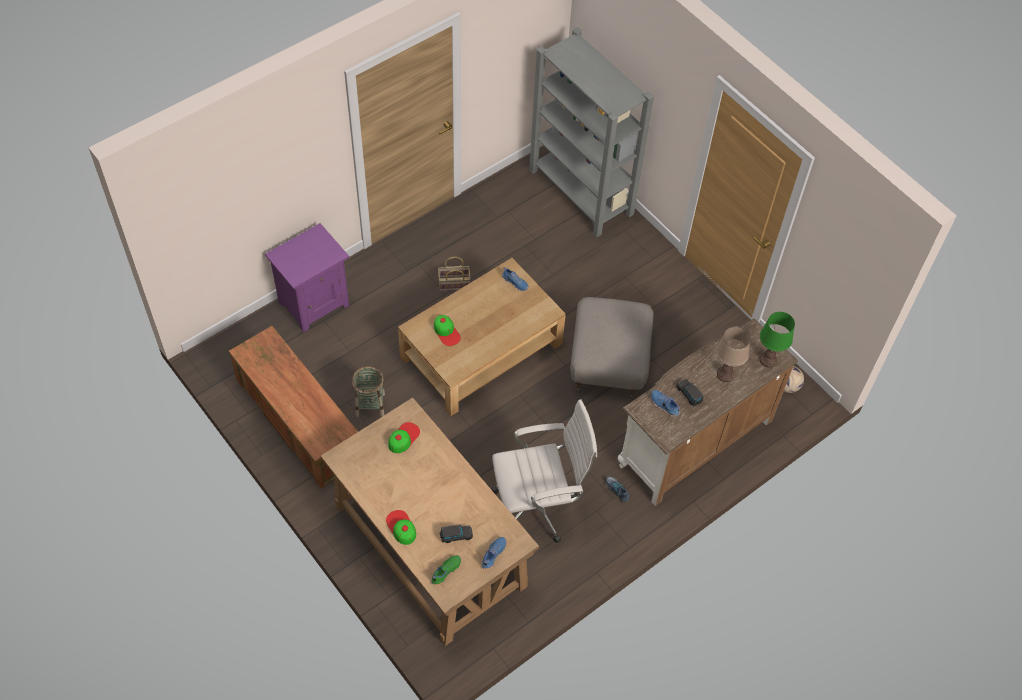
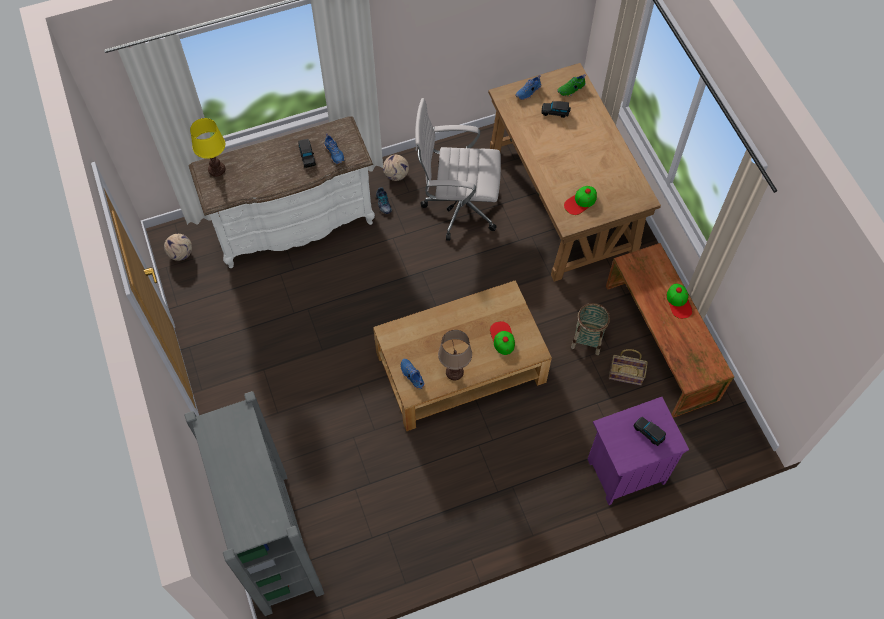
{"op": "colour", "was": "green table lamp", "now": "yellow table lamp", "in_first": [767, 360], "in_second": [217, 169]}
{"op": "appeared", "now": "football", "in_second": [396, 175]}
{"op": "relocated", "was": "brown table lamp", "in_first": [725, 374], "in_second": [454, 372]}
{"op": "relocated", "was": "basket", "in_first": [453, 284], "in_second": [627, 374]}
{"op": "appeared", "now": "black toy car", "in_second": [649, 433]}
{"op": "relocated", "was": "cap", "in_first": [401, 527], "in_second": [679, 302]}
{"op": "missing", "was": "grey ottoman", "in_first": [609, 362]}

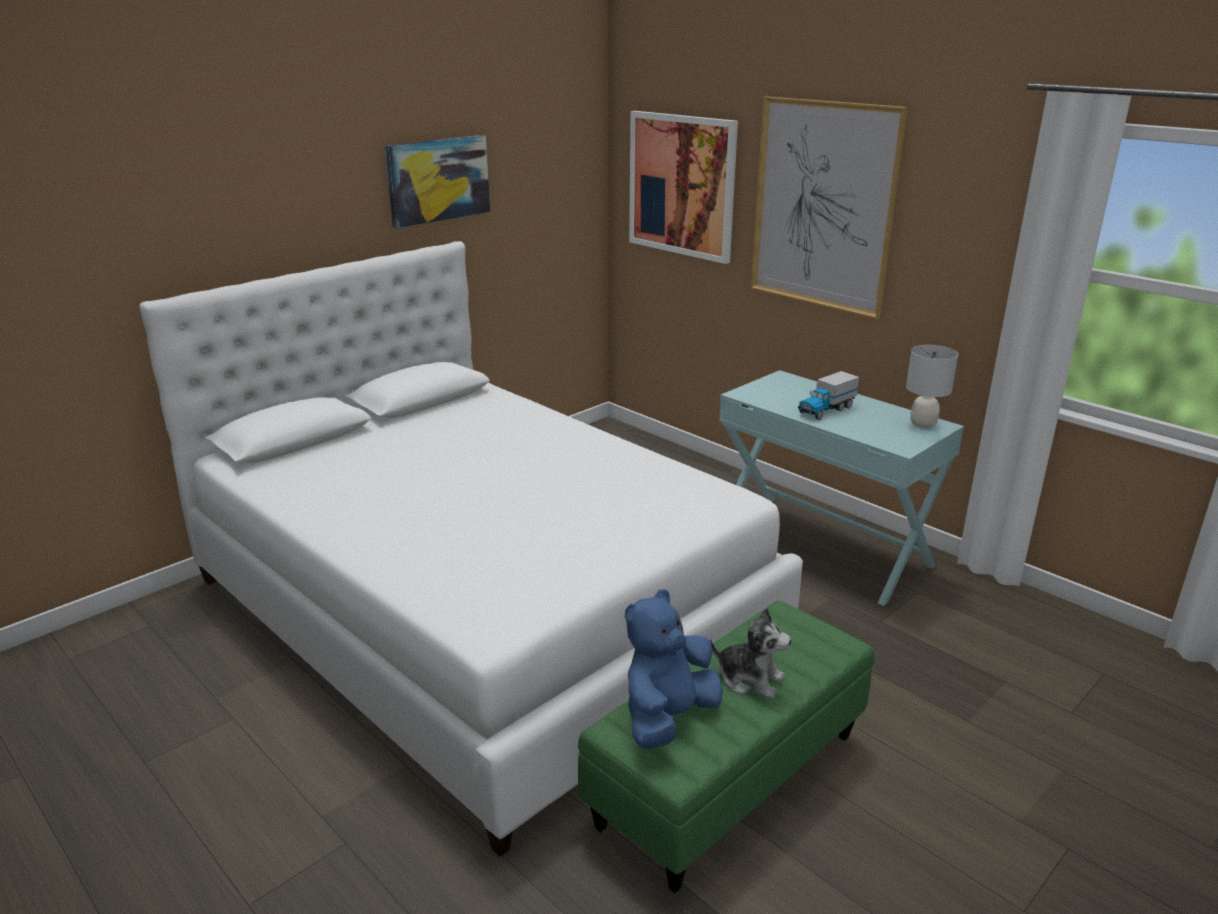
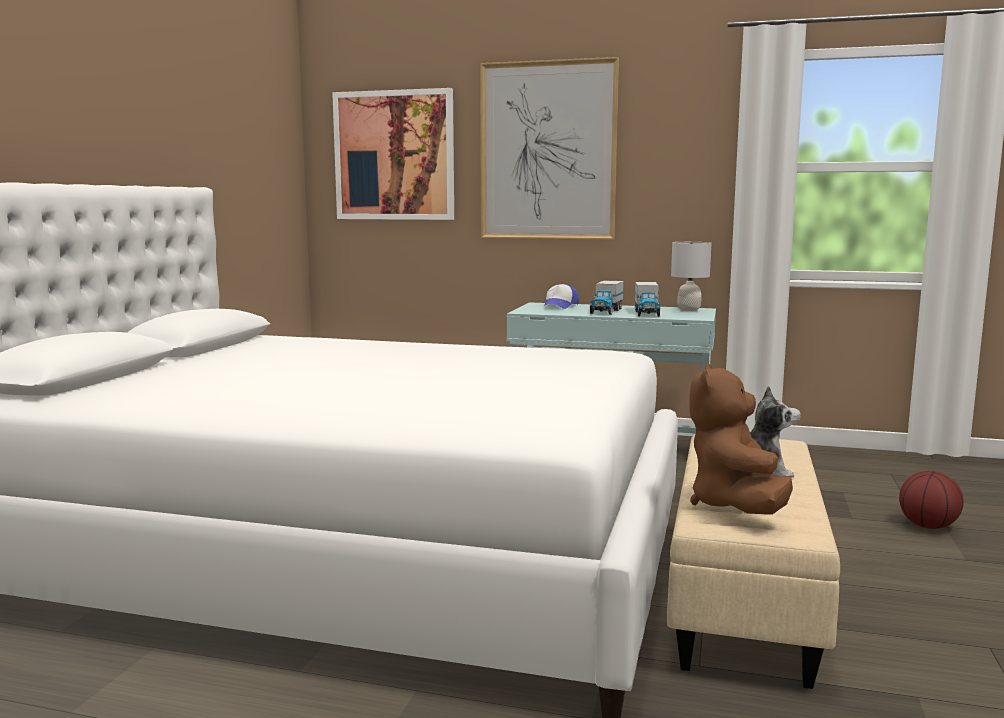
{"op": "appeared", "now": "cap", "in_second": [560, 306]}
{"op": "appeared", "now": "toy truck", "in_second": [646, 313]}
{"op": "colour", "was": "green ottoman", "now": "beige ottoman", "in_first": [727, 779], "in_second": [741, 600]}
{"op": "colour", "was": "blue plush toy", "now": "brown plush toy", "in_first": [668, 718], "in_second": [735, 506]}
{"op": "appeared", "now": "basketball", "in_second": [927, 526]}
{"op": "missing", "was": "picture", "in_first": [438, 180]}

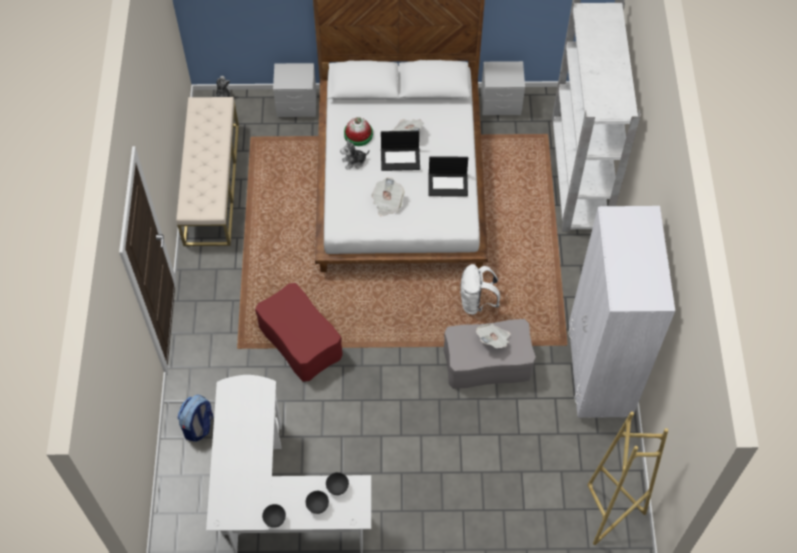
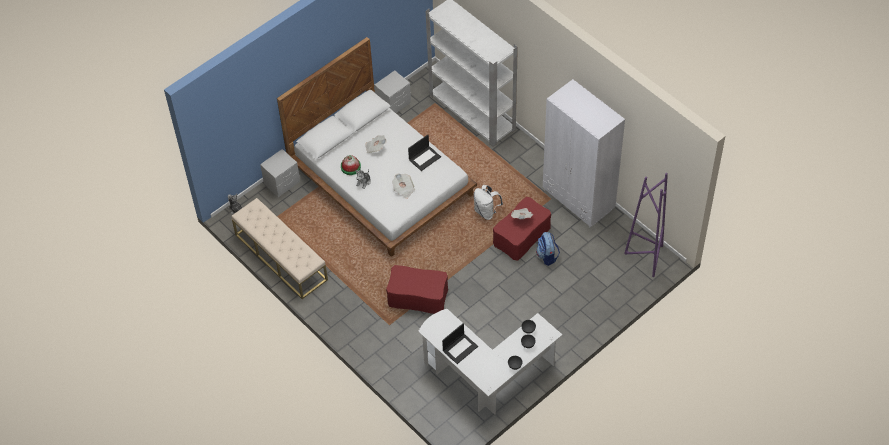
{"op": "relocated", "was": "laptop", "in_first": [400, 158], "in_second": [460, 348]}
{"op": "colour", "was": "grey ottoman", "now": "red ottoman", "in_first": [487, 363], "in_second": [521, 236]}
{"op": "relocated", "was": "backpack", "in_first": [199, 426], "in_second": [547, 256]}
{"op": "colour", "was": "yellow clothes rack", "now": "purple clothes rack", "in_first": [609, 514], "in_second": [647, 259]}

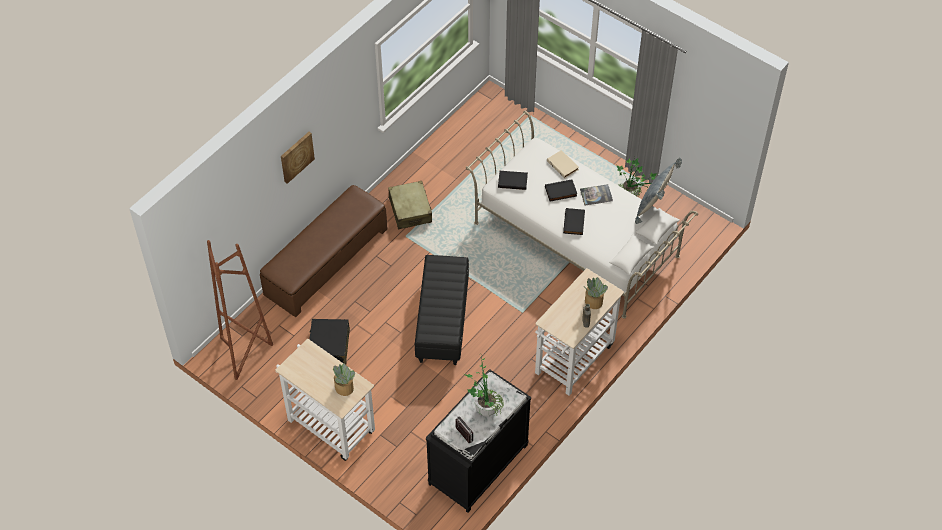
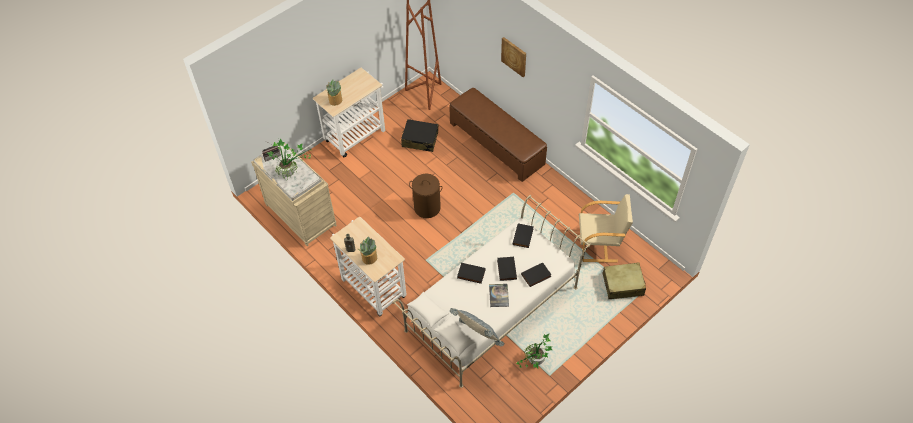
{"op": "colour", "was": "black dresser", "now": "beige dresser", "in_first": [478, 465], "in_second": [300, 214]}
{"op": "exchanged", "was": "black ottoman", "now": "brown laundry basket", "in_first": [443, 322], "in_second": [427, 207]}
{"op": "colour", "was": "beige book", "now": "black book", "in_first": [563, 165], "in_second": [536, 276]}
{"op": "appeared", "now": "beige armchair", "in_second": [599, 245]}
{"op": "relocated", "was": "beige suitcase", "in_first": [410, 210], "in_second": [623, 285]}

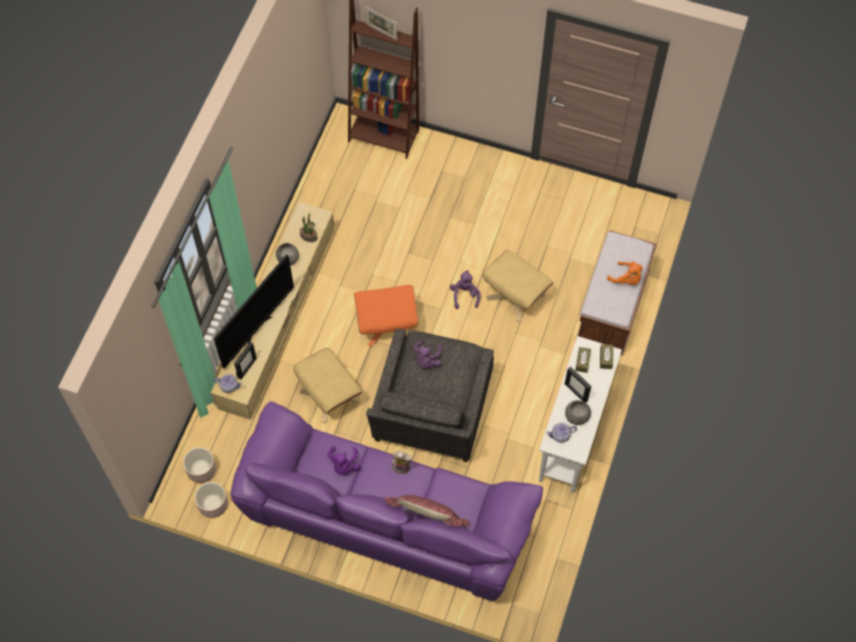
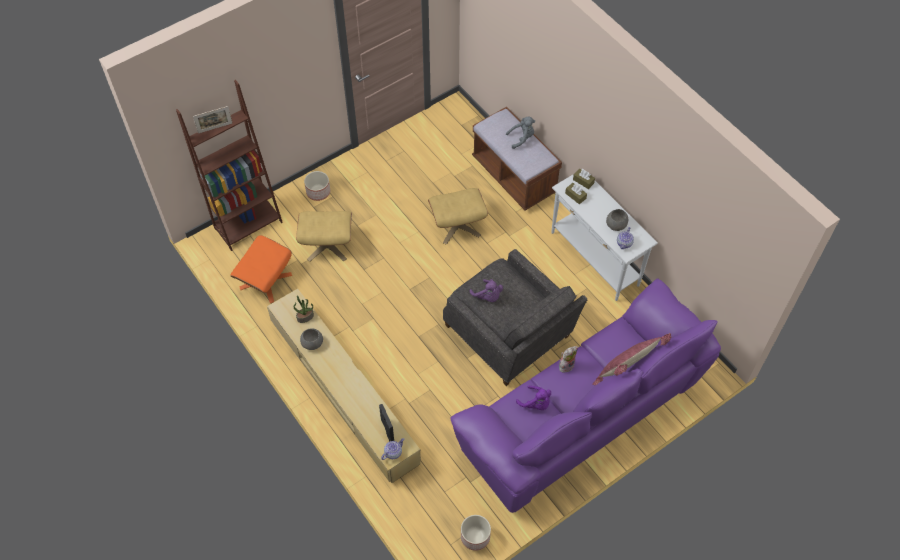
{"op": "relocated", "was": "orange ottoman", "in_first": [387, 324], "in_second": [265, 281]}
{"op": "relocated", "was": "beige ottoman", "in_first": [329, 395], "in_second": [327, 245]}
{"op": "relocated", "was": "planter", "in_first": [201, 469], "in_second": [318, 191]}
{"op": "colour", "was": "orange plush toy", "now": "grey plush toy", "in_first": [626, 279], "in_second": [521, 138]}
{"op": "missing", "was": "television", "in_first": [257, 328]}
{"op": "missing", "was": "purple plush toy", "in_first": [464, 295]}
{"op": "missing", "was": "picture frame", "in_first": [576, 392]}

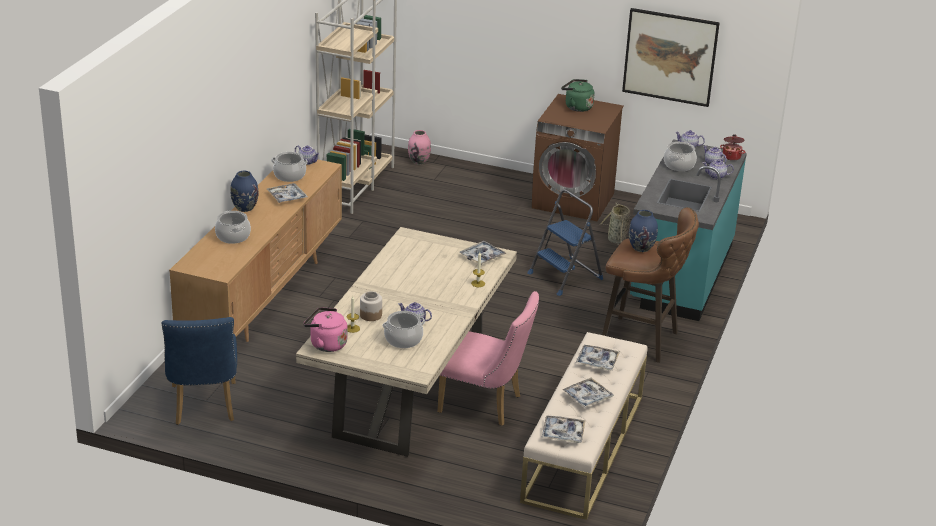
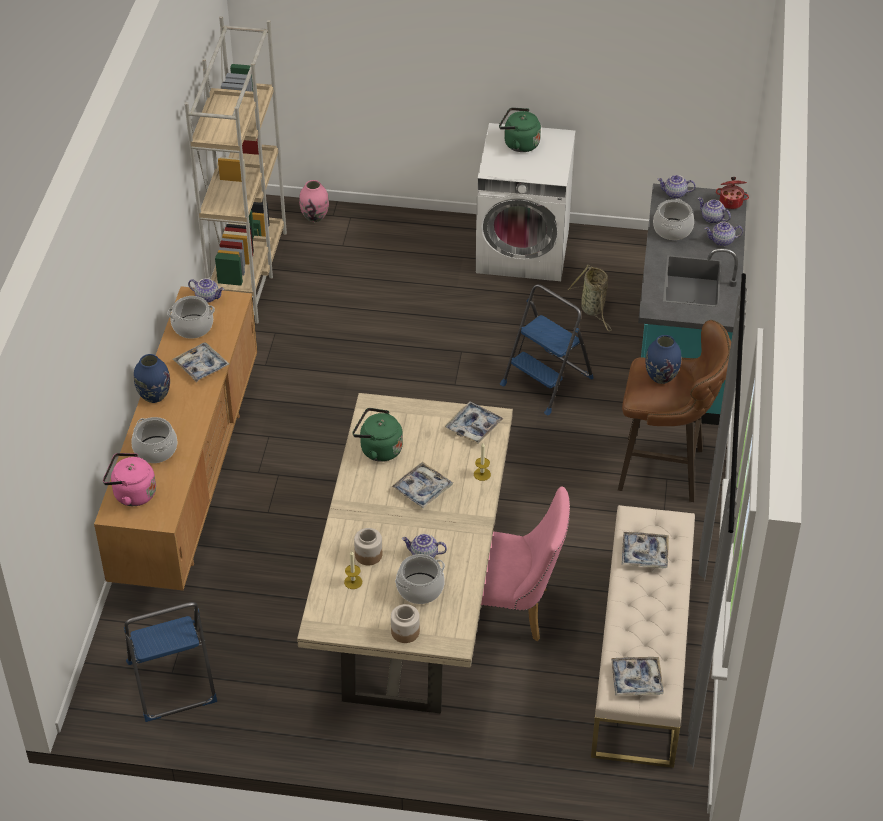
{"op": "relocated", "was": "pink kettle", "in_first": [326, 344], "in_second": [132, 494]}
{"op": "exchanged", "was": "blue chair", "now": "blue step ladder", "in_first": [203, 407], "in_second": [172, 684]}
{"op": "appeared", "now": "green kettle", "in_second": [378, 449]}
{"op": "appeared", "now": "jar", "in_second": [405, 632]}
{"op": "relocated", "was": "tray", "in_first": [587, 397], "in_second": [422, 489]}
{"op": "colour", "was": "brown washing machine", "now": "white washing machine", "in_first": [574, 200], "in_second": [524, 250]}
{"op": "missing", "was": "picture", "in_first": [670, 56]}

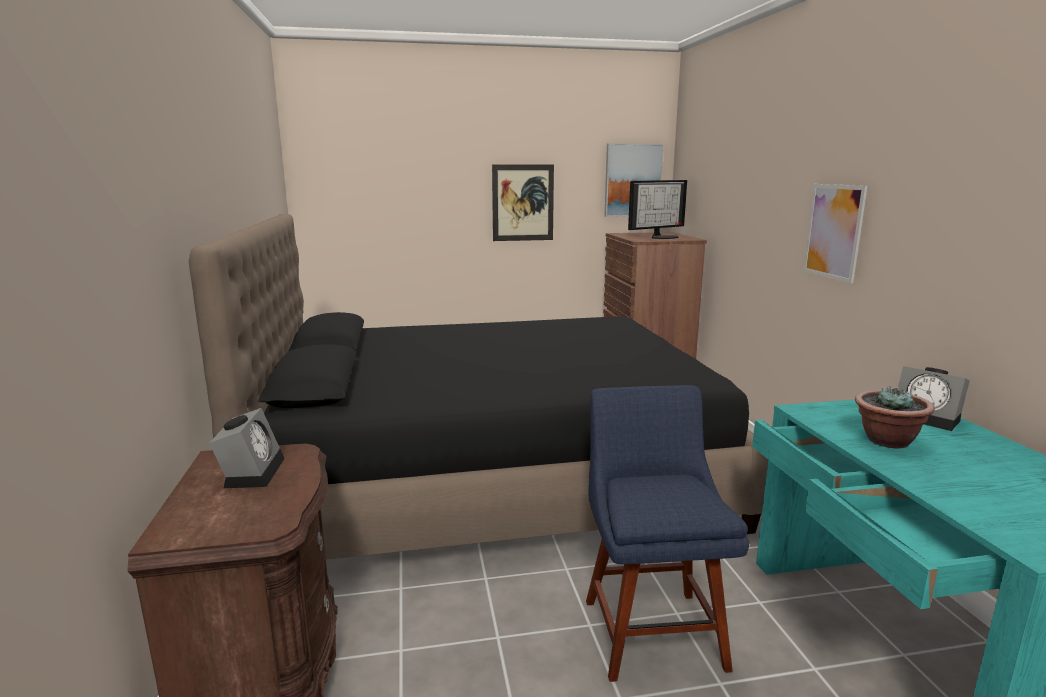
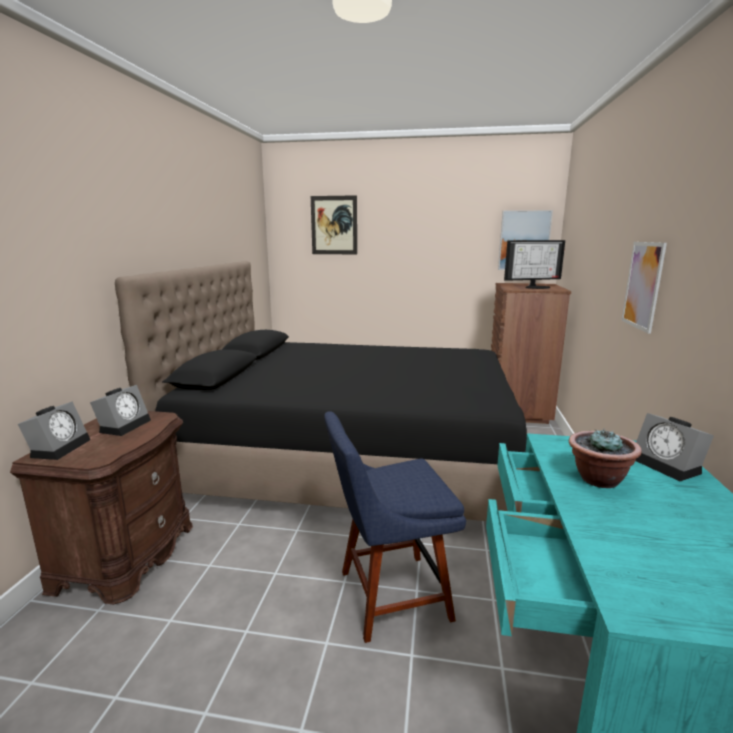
{"op": "appeared", "now": "alarm clock", "in_second": [60, 447]}
{"op": "relocated", "was": "picture", "in_first": [523, 203], "in_second": [334, 225]}
{"op": "spun", "was": "blue chair", "in_first": [651, 628], "in_second": [388, 596], "clockwise": -120}

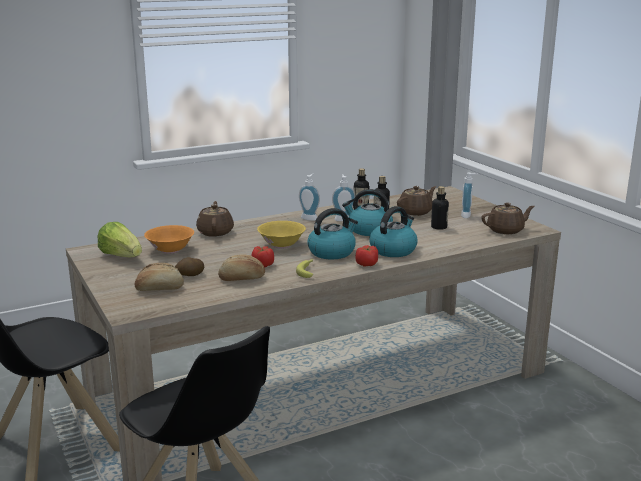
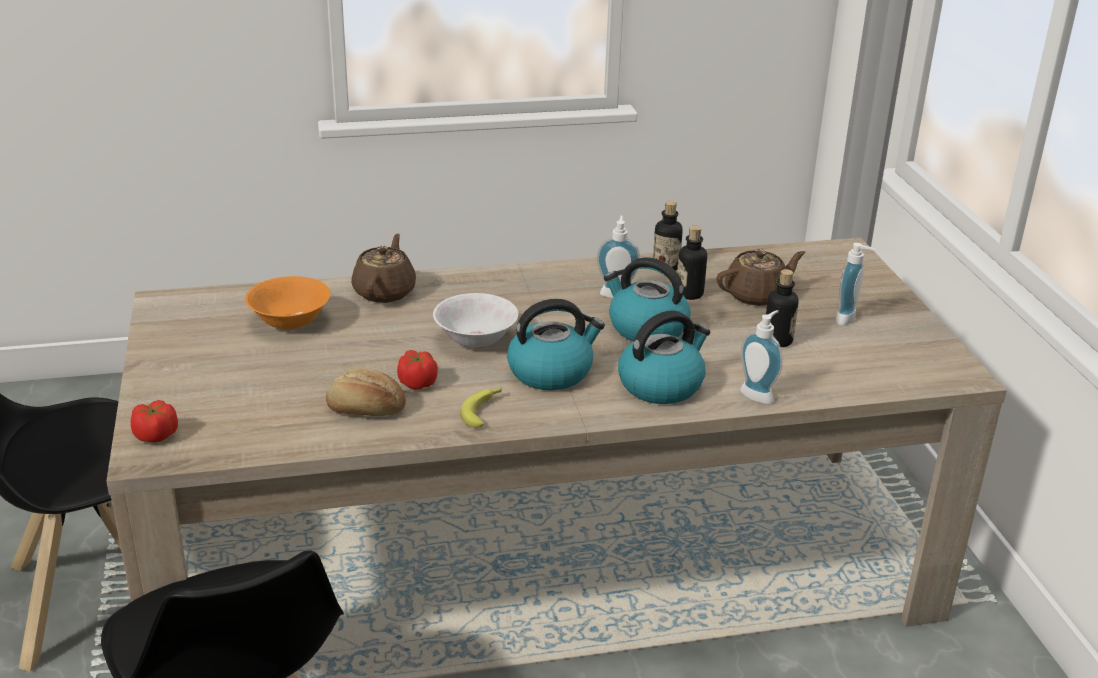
{"op": "relocated", "was": "tomato", "in_first": [367, 264], "in_second": [156, 436]}
{"op": "colour", "was": "yellow bowl", "now": "white bowl", "in_first": [282, 245], "in_second": [476, 340]}
{"op": "relocated", "was": "soap dispenser", "in_first": [310, 218], "in_second": [759, 394]}
{"op": "missing", "was": "lettuce", "in_first": [121, 256]}
{"op": "missing", "was": "bread", "in_first": [159, 288]}
{"op": "missing", "was": "potato", "in_first": [189, 275]}
{"op": "missing", "was": "brown teapot", "in_first": [506, 230]}

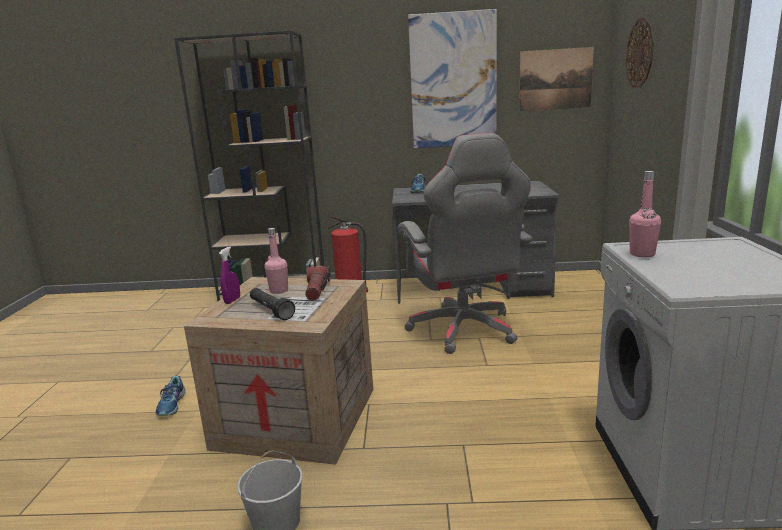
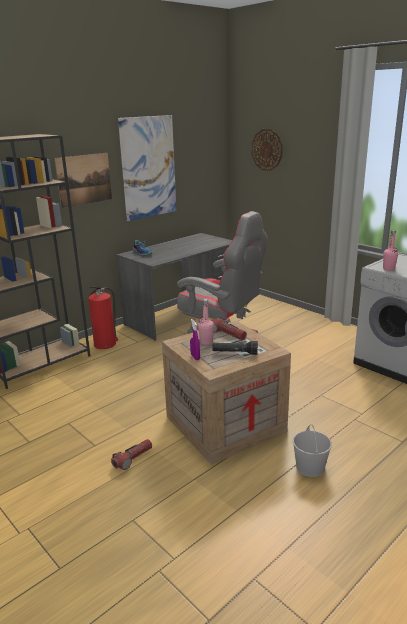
{"op": "relocated", "was": "picture", "in_first": [555, 79], "in_second": [84, 179]}
{"op": "exchanged", "was": "shoe", "now": "flashlight", "in_first": [172, 404], "in_second": [133, 459]}

